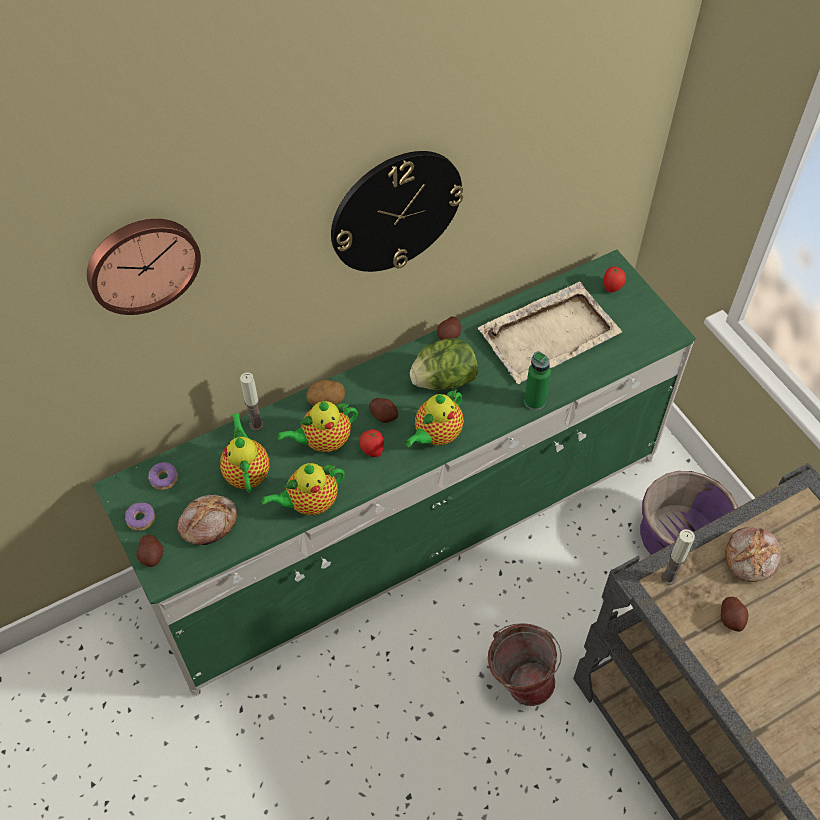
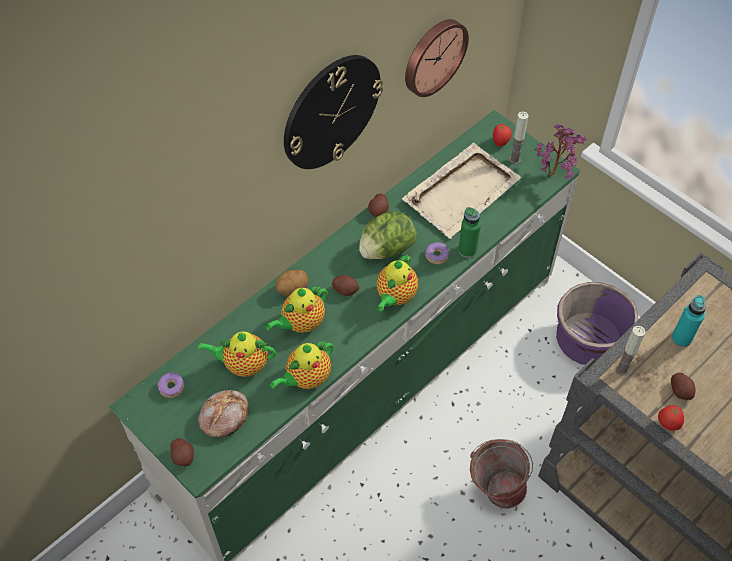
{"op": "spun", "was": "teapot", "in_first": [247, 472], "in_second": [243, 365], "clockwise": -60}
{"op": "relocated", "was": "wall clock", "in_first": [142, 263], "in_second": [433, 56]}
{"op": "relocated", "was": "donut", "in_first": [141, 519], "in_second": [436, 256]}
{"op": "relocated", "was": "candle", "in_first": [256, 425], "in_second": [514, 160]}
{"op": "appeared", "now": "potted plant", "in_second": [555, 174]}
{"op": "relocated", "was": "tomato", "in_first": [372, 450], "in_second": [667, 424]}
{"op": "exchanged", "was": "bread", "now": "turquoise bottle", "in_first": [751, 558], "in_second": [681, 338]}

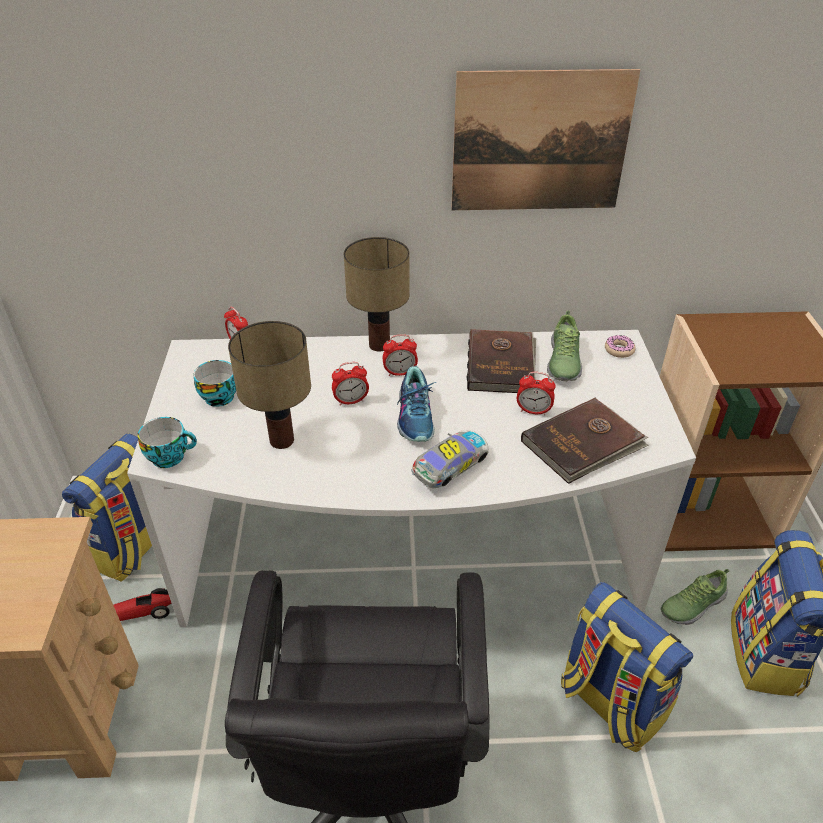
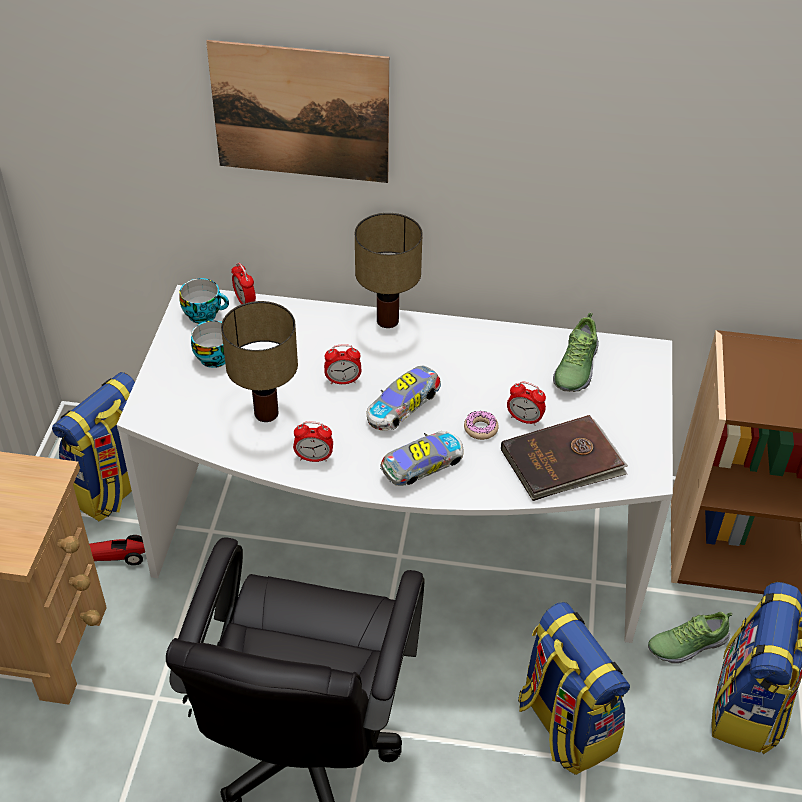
{"op": "relocated", "was": "cup", "in_first": [170, 456], "in_second": [204, 314]}
{"op": "relocated", "was": "picture", "in_first": [540, 142], "in_second": [300, 112]}
{"op": "relocated", "was": "alarm clock", "in_first": [400, 373], "in_second": [314, 458]}
{"op": "exchanged", "was": "shoe", "now": "toy car", "in_first": [416, 416], "in_second": [404, 407]}
{"op": "relocated", "was": "donut", "in_first": [619, 350], "in_second": [480, 429]}
{"op": "missing", "was": "brown book", "in_first": [502, 364]}

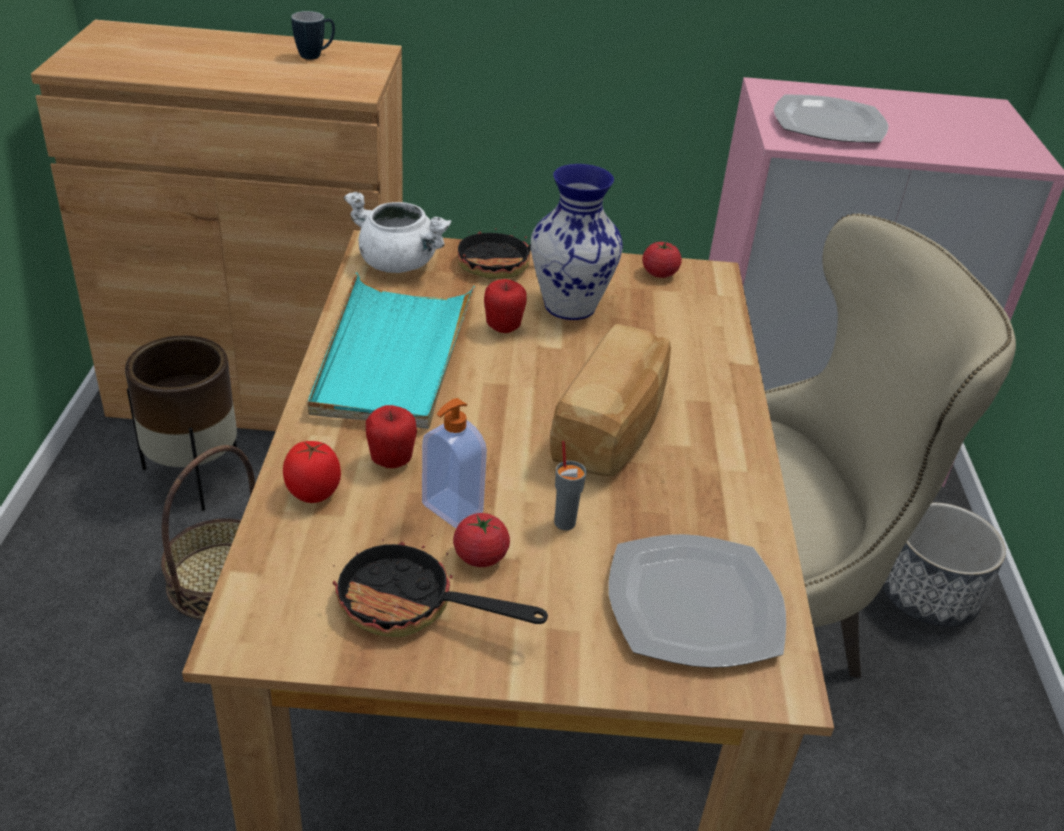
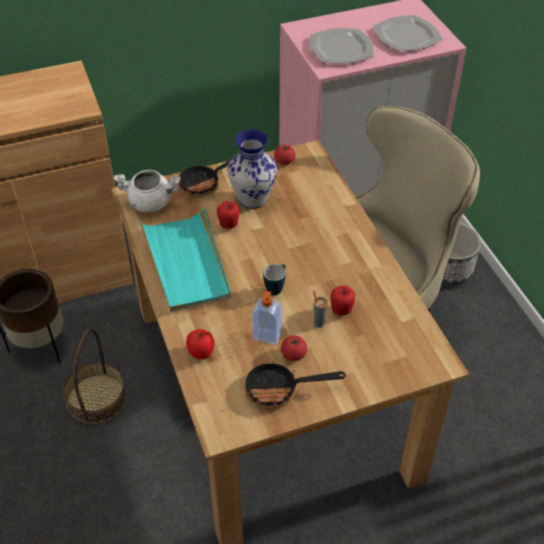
{"op": "relocated", "was": "mug", "in_first": [315, 56], "in_second": [276, 288]}
{"op": "relocated", "was": "apple", "in_first": [391, 461], "in_second": [341, 311]}
{"op": "relocated", "was": "plate", "in_first": [695, 603], "in_second": [407, 35]}
{"op": "missing", "was": "bread", "in_first": [613, 429]}

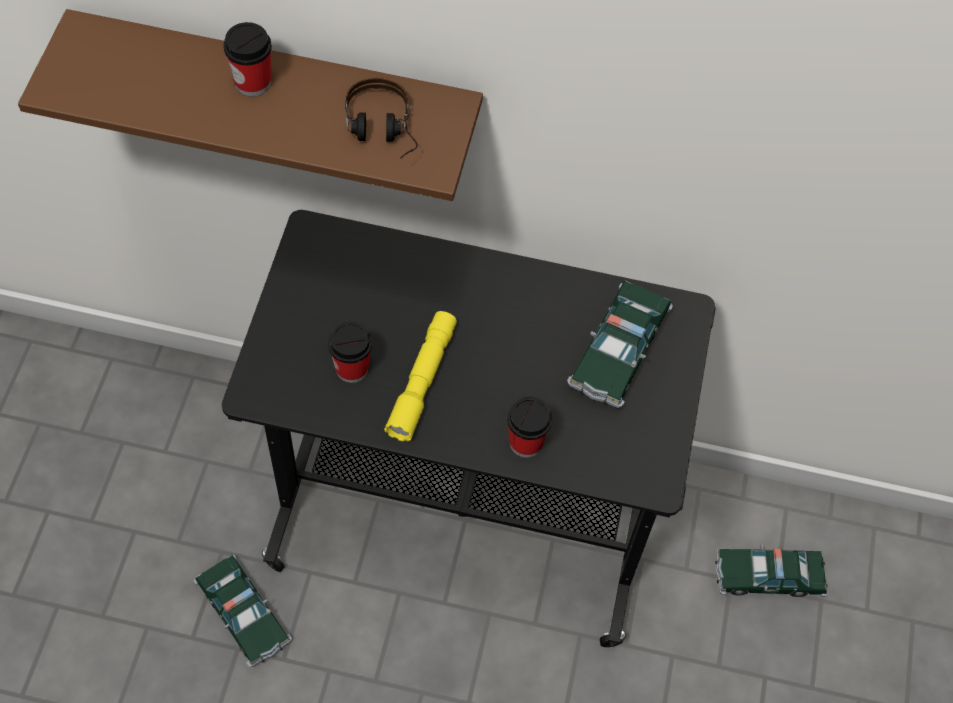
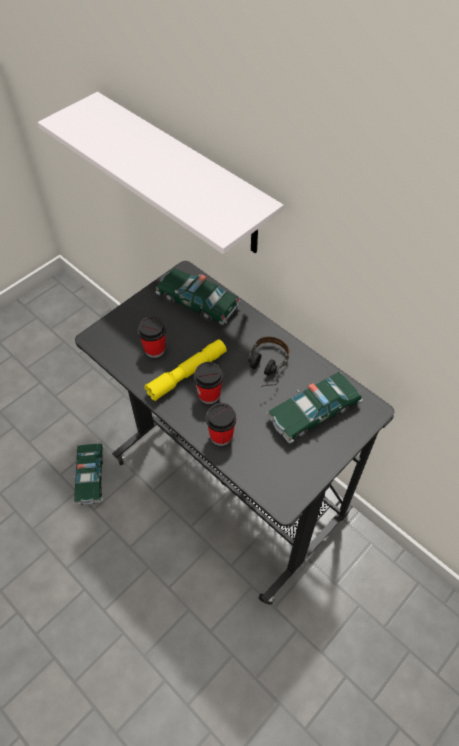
{"op": "colour", "was": "brown shelf", "now": "white shelf", "in_first": [277, 91], "in_second": [184, 175]}
{"op": "relocated", "was": "toy car", "in_first": [768, 577], "in_second": [197, 302]}
{"op": "relocated", "was": "cup", "in_first": [253, 83], "in_second": [209, 395]}
{"op": "relocated", "was": "headphones", "in_first": [381, 134], "in_second": [265, 369]}

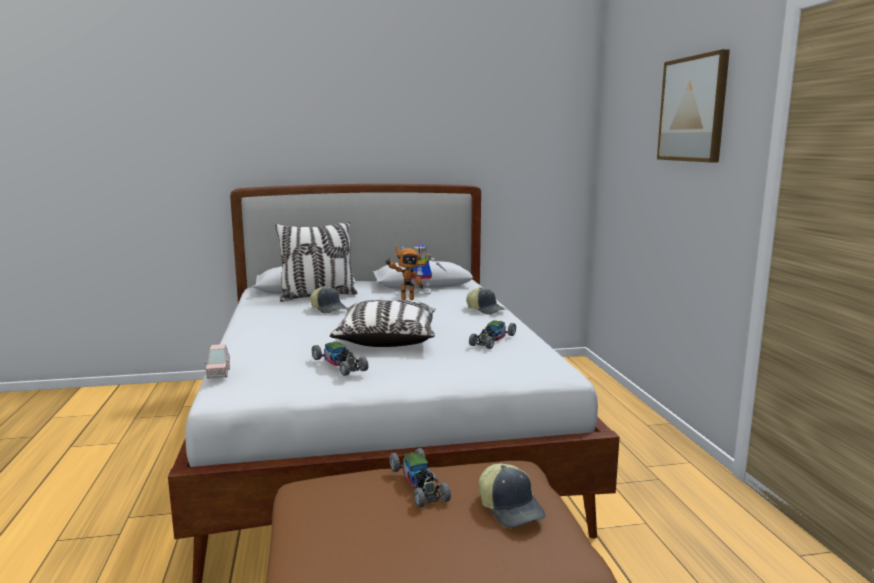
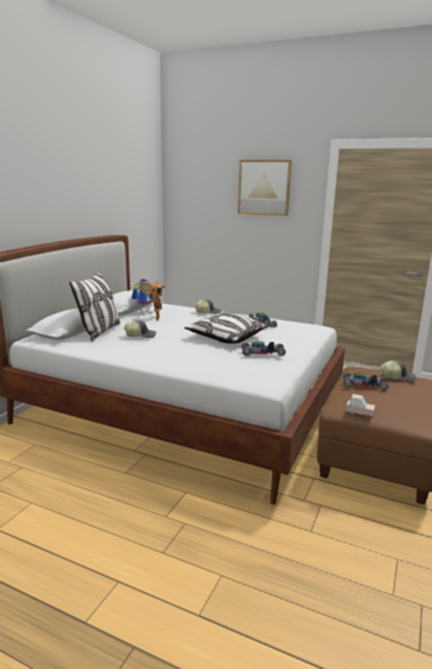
{"op": "relocated", "was": "pink toy car", "in_first": [218, 373], "in_second": [359, 413]}

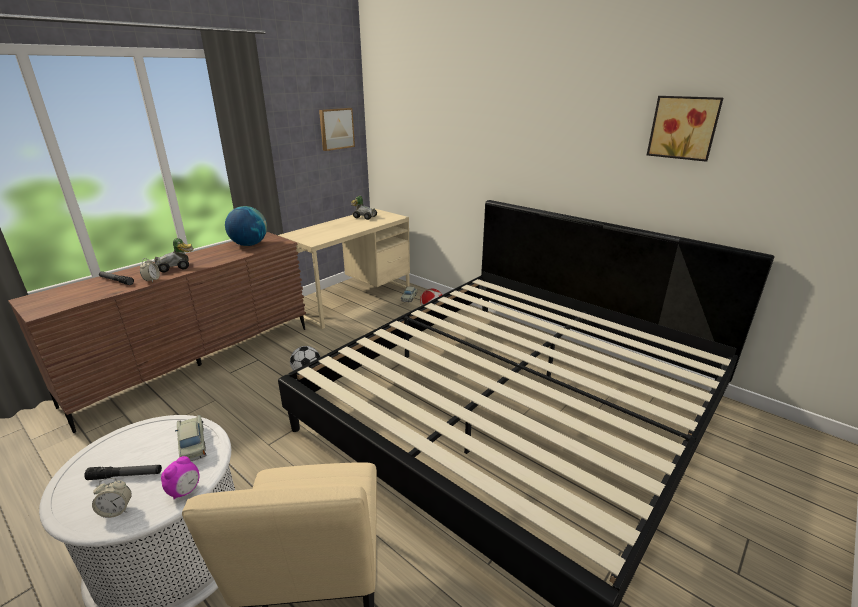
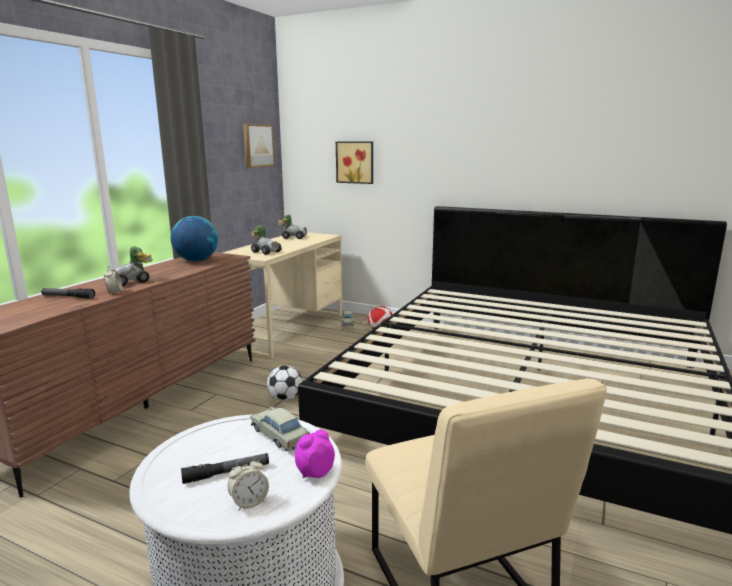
{"op": "appeared", "now": "toy car", "in_second": [265, 252]}
{"op": "spun", "was": "alarm clock", "in_first": [185, 491], "in_second": [315, 473], "clockwise": -135}
{"op": "relocated", "was": "picture", "in_first": [683, 127], "in_second": [355, 162]}

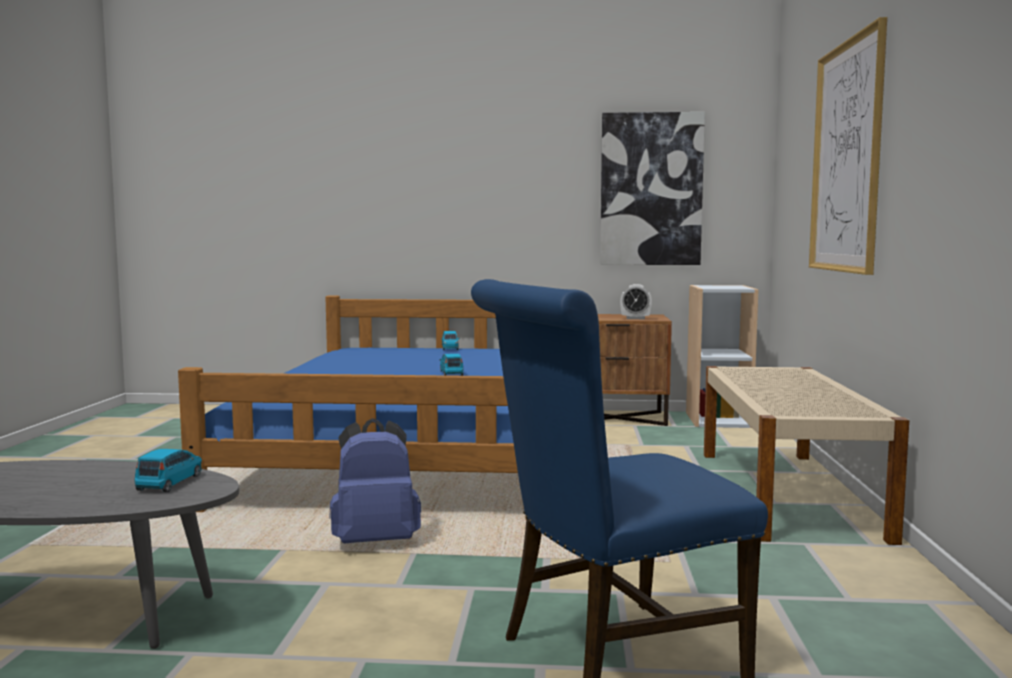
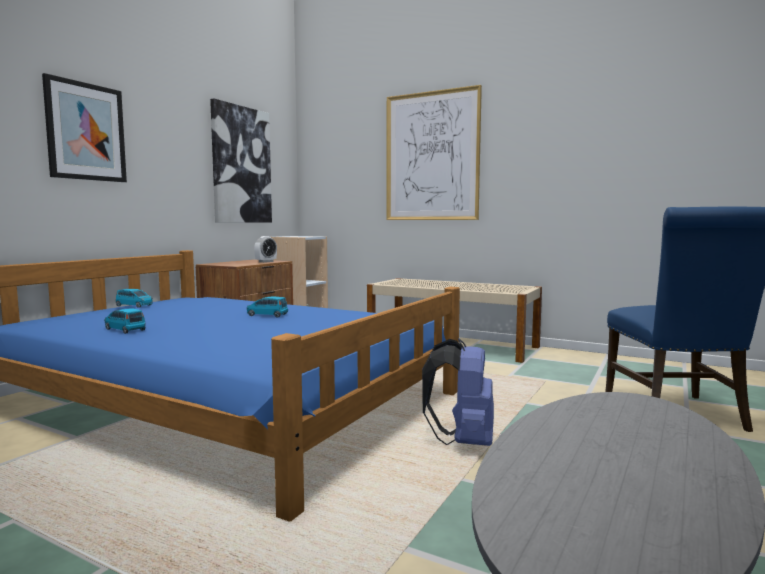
{"op": "appeared", "now": "picture", "in_second": [86, 132]}
{"op": "relocated", "was": "blue toy car", "in_first": [170, 482], "in_second": [125, 329]}

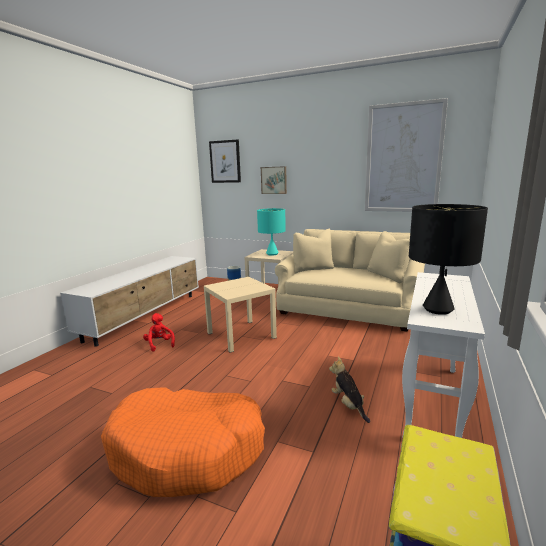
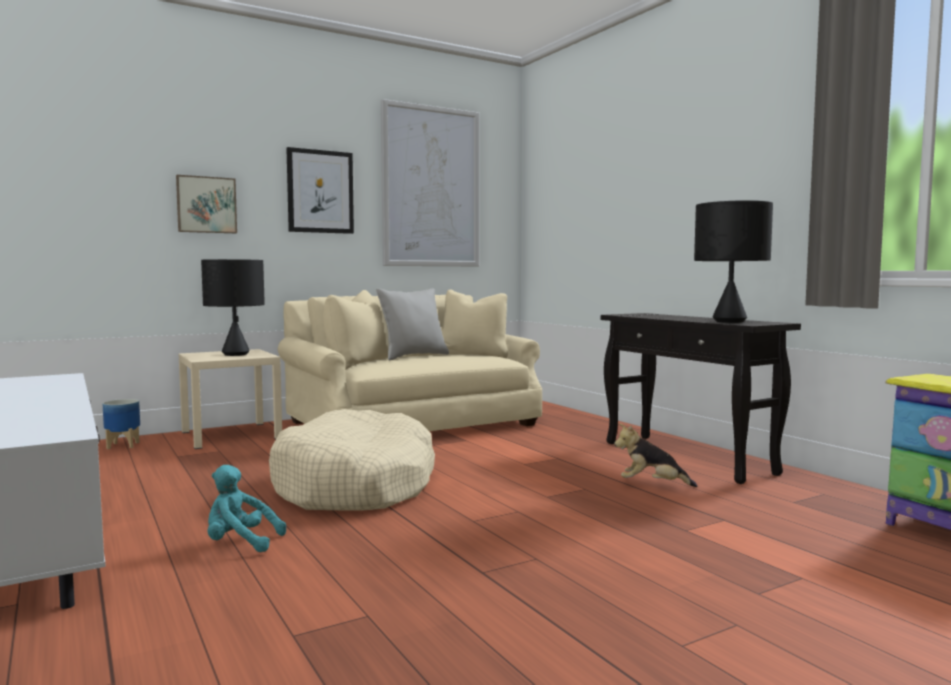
{"op": "colour", "was": "turquoise table lamp", "now": "black table lamp", "in_first": [272, 254], "in_second": [235, 354]}
{"op": "colour", "was": "red plush toy", "now": "turquoise plush toy", "in_first": [159, 344], "in_second": [240, 543]}
{"op": "exchanged", "was": "beige side table", "now": "beige dog bed", "in_first": [241, 335], "in_second": [356, 485]}
{"op": "relocated", "was": "picture", "in_first": [225, 161], "in_second": [320, 191]}
{"op": "appeared", "now": "grey pillow", "in_second": [413, 356]}
{"op": "colour", "was": "white console table", "now": "black console table", "in_first": [432, 401], "in_second": [688, 458]}
{"op": "missing", "was": "orange dog bed", "in_first": [188, 450]}

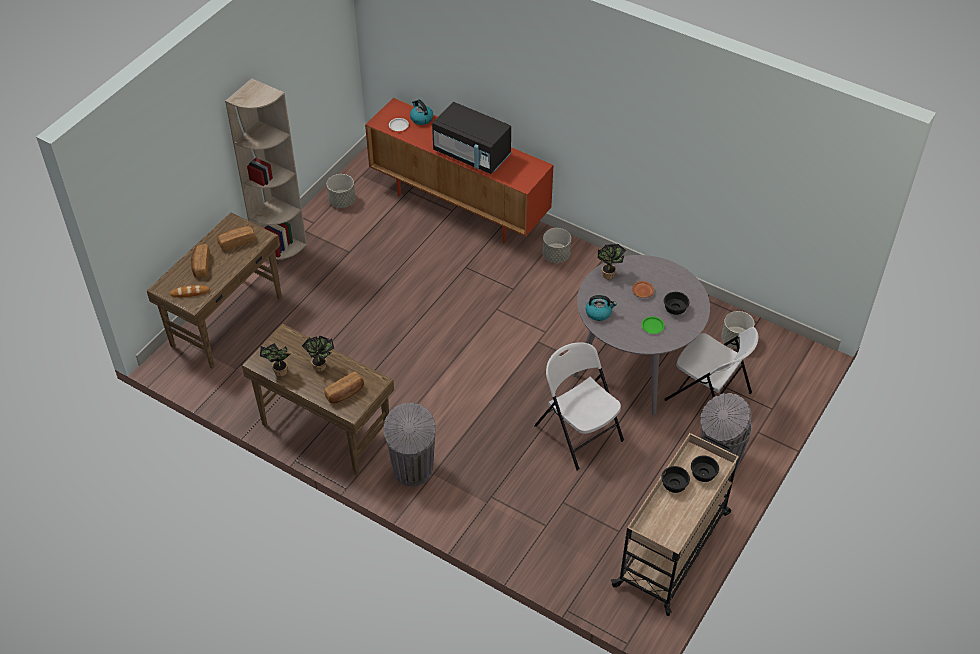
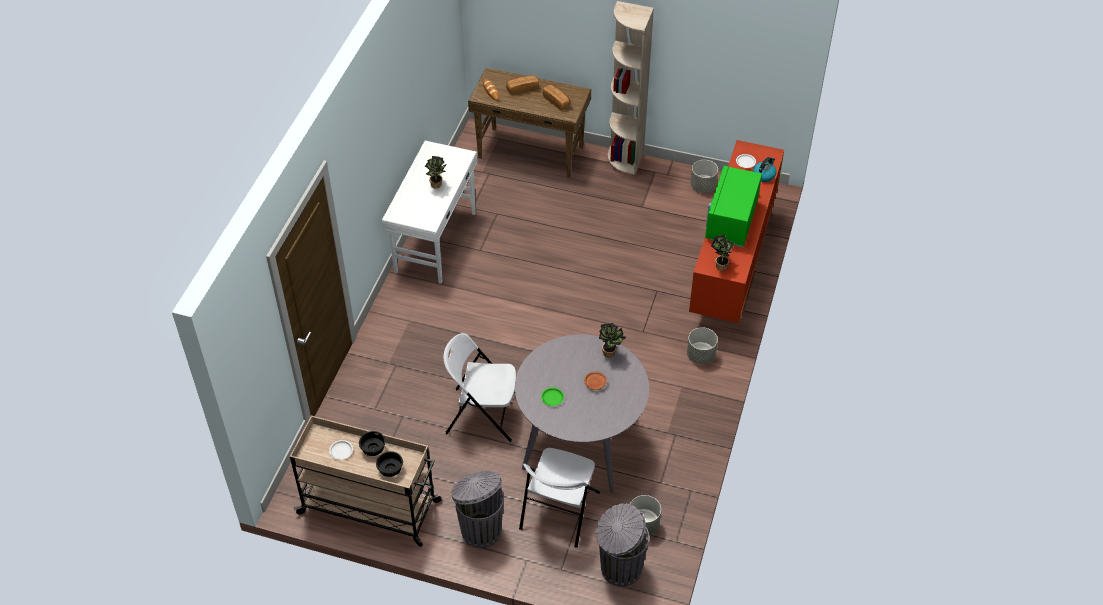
{"op": "appeared", "now": "white plate", "in_second": [341, 451]}
{"op": "colour", "was": "brown console table", "now": "white console table", "in_first": [325, 430], "in_second": [435, 242]}
{"op": "spun", "was": "white chair", "in_first": [579, 433], "in_second": [483, 414], "clockwise": -120}
{"op": "relocated", "was": "grey trash can", "in_first": [412, 471], "in_second": [619, 568]}
{"op": "colour", "was": "black microwave", "now": "green microwave", "in_first": [472, 154], "in_second": [731, 221]}
{"op": "relocated", "was": "potted plant", "in_first": [278, 372], "in_second": [720, 265]}
{"op": "missing", "was": "bread", "in_first": [345, 393]}
{"op": "missing", "was": "kettle", "in_first": [599, 313]}
{"op": "missing", "was": "black bowl", "in_first": [674, 309]}

